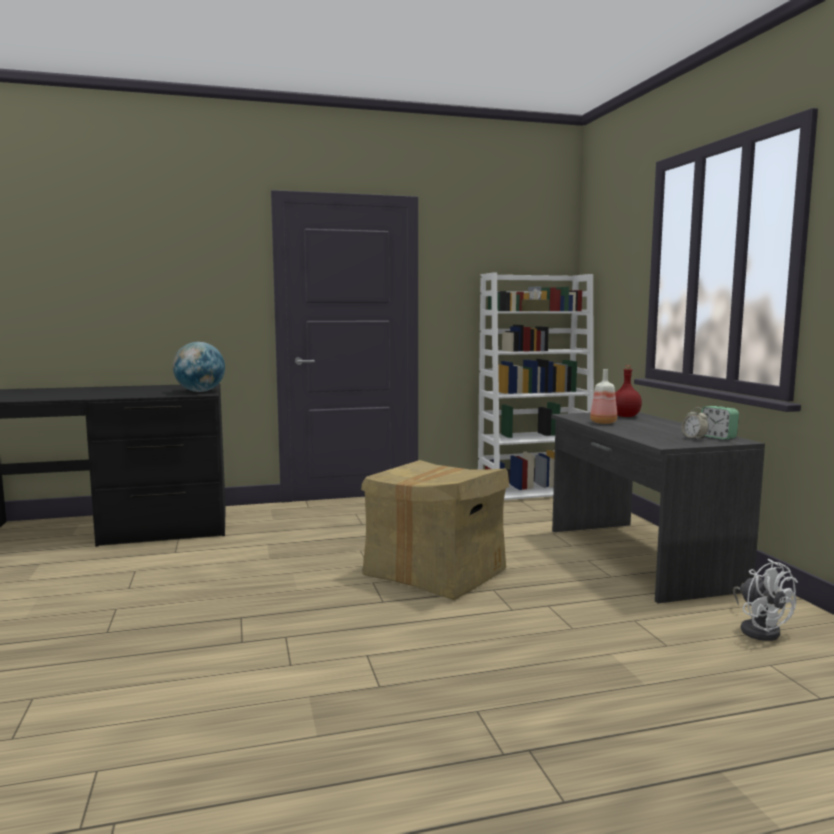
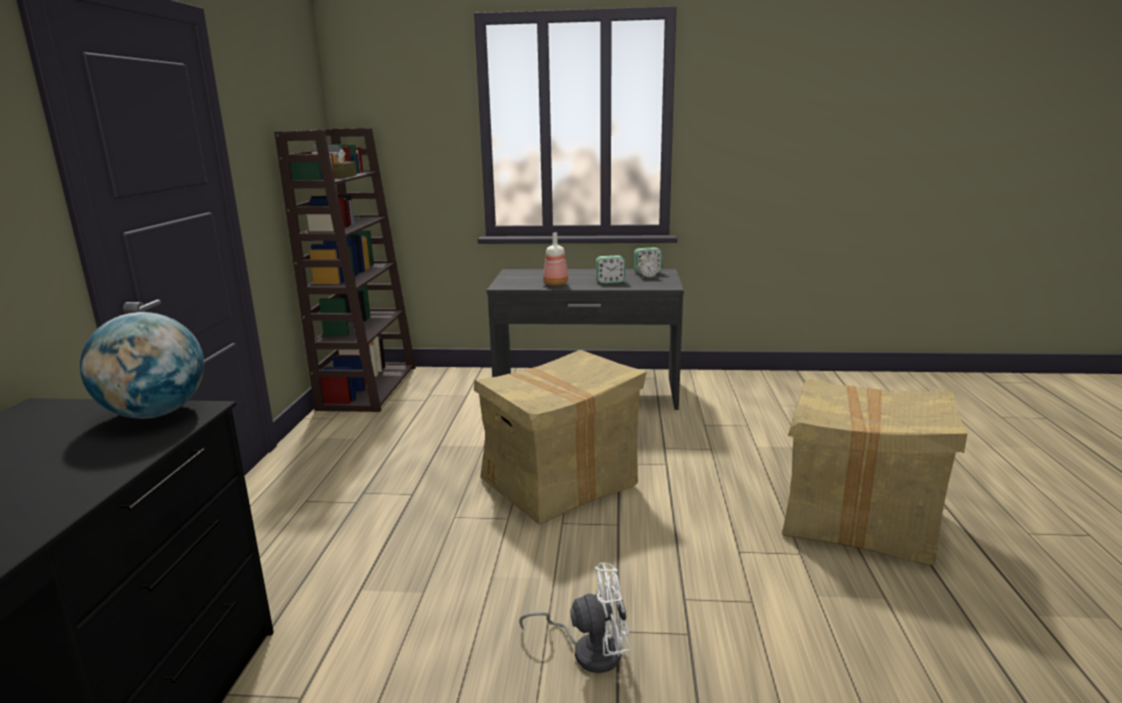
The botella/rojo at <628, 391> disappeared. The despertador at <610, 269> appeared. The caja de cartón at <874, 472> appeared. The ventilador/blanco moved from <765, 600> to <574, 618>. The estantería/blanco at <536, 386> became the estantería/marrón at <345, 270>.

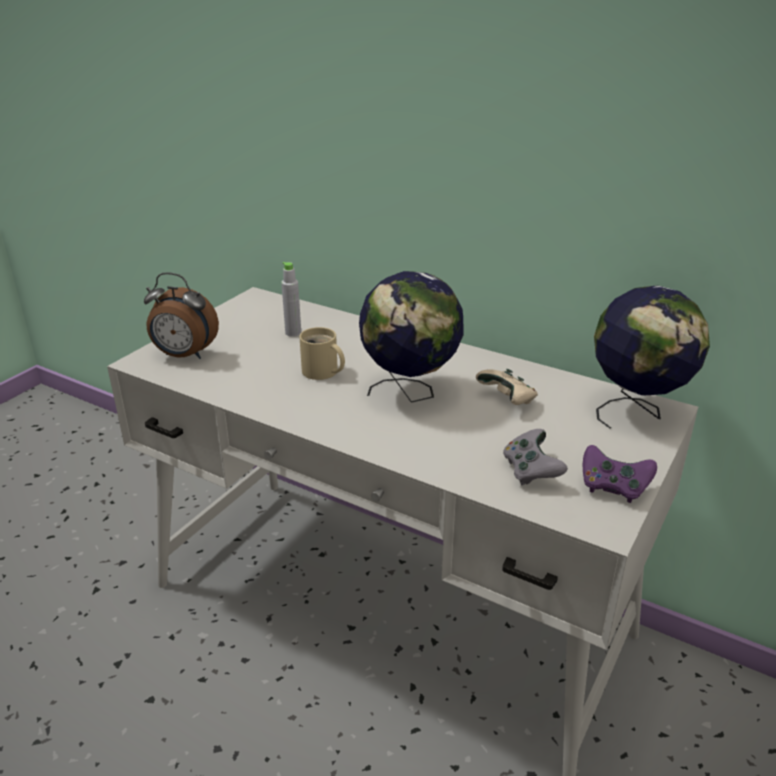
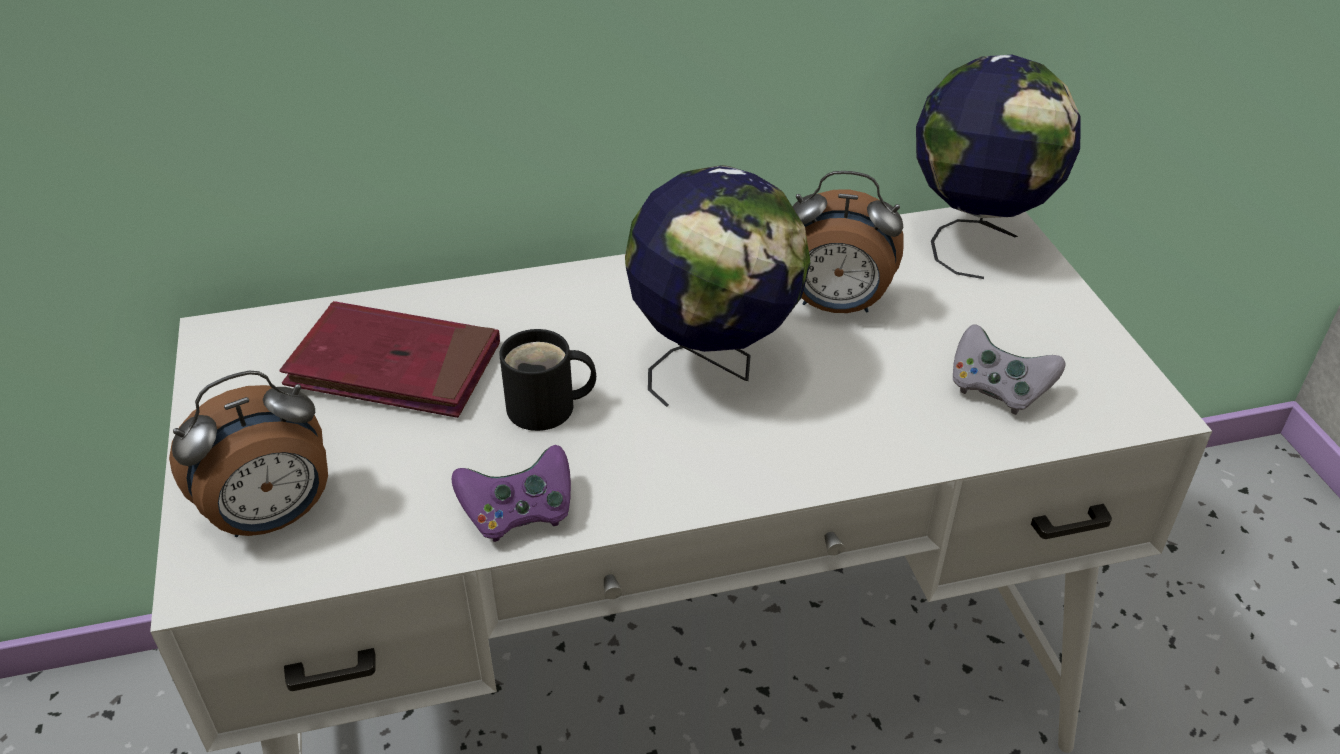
The mando de consola/morado moved from <620, 474> to <511, 493>. The botella/gris at <291, 299> was replaced by the libro/rojo at <390, 359>. The mando de consola/beis at <507, 387> was replaced by the despertador at <847, 242>. The taza grande/beis at <322, 353> became the taza grande/negro at <548, 380>.

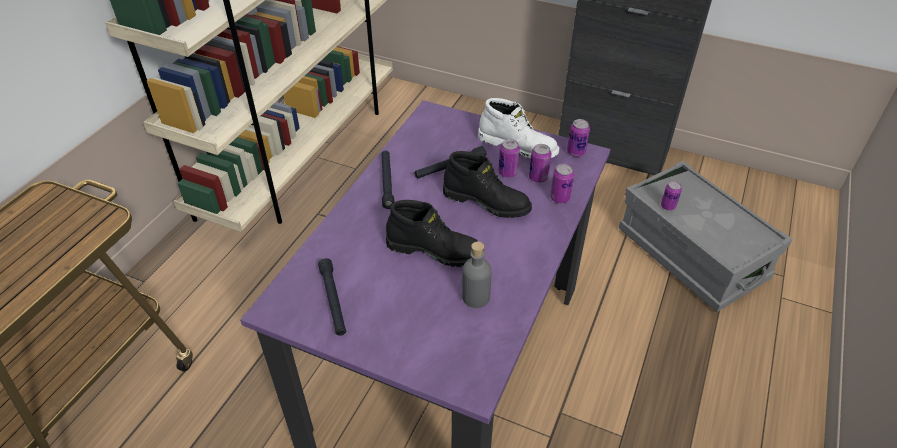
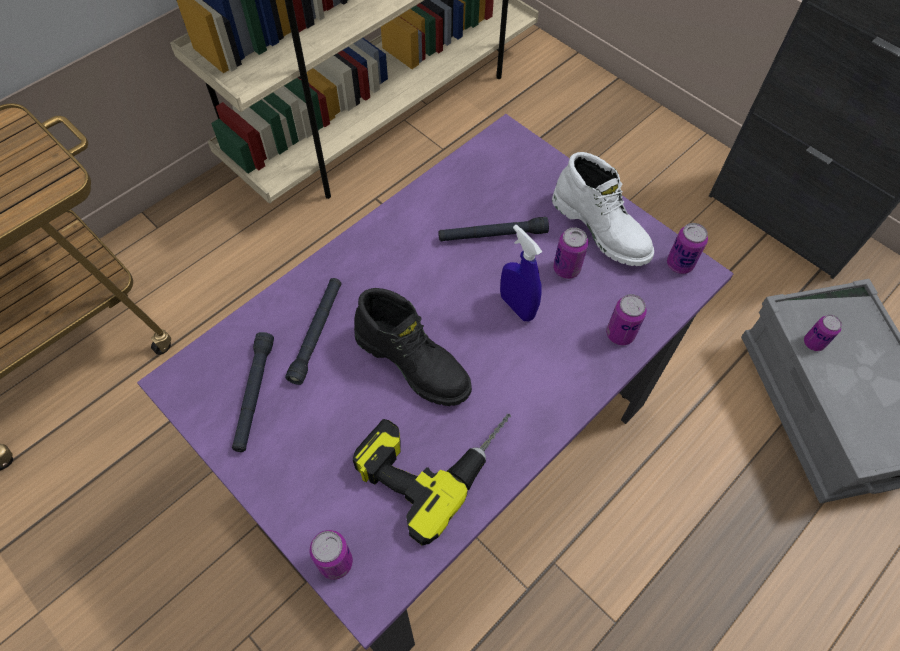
The linterna/negro moved from <388, 180> to <313, 331>. The lata moved from <540, 163> to <331, 555>. The bota/negro at <487, 184> was replaced by the pulverizador/azul at <521, 273>. The botella/gris at <477, 275> was replaced by the taladro at <431, 480>.

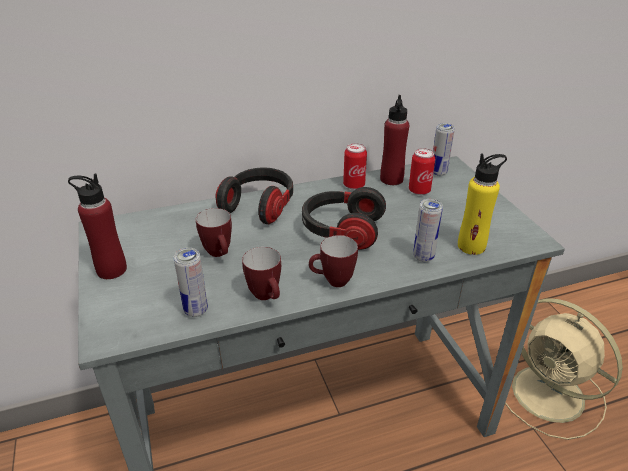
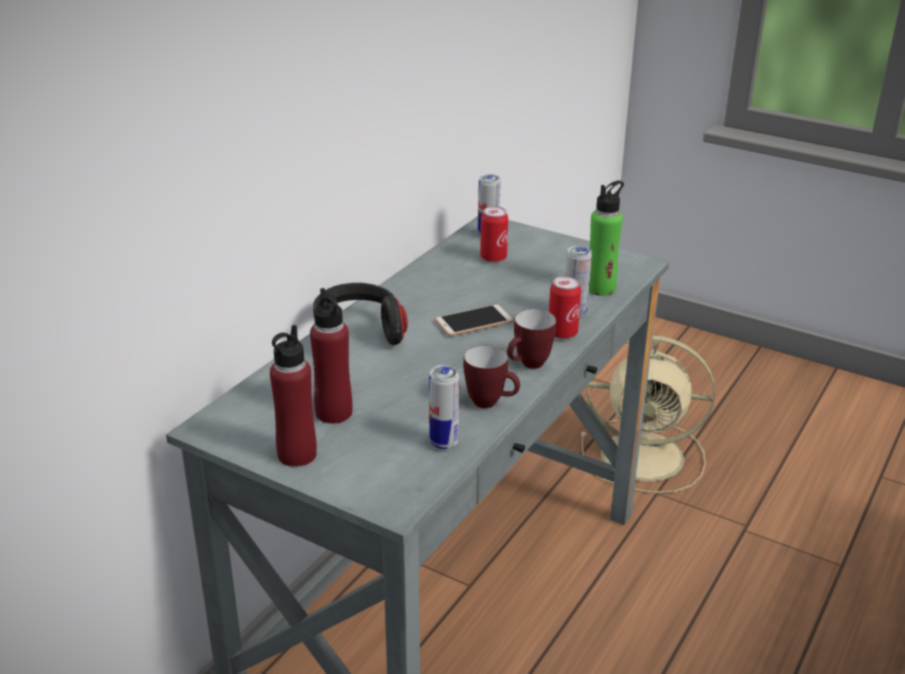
The taza grande at <214, 232> disappeared. The lata moved from <355, 166> to <565, 307>. The botella/rojo moved from <394, 140> to <331, 356>. The auriculares at <344, 218> was replaced by the móvil at <474, 320>. The botella/amarillo at <482, 204> became the botella/verde at <606, 238>.

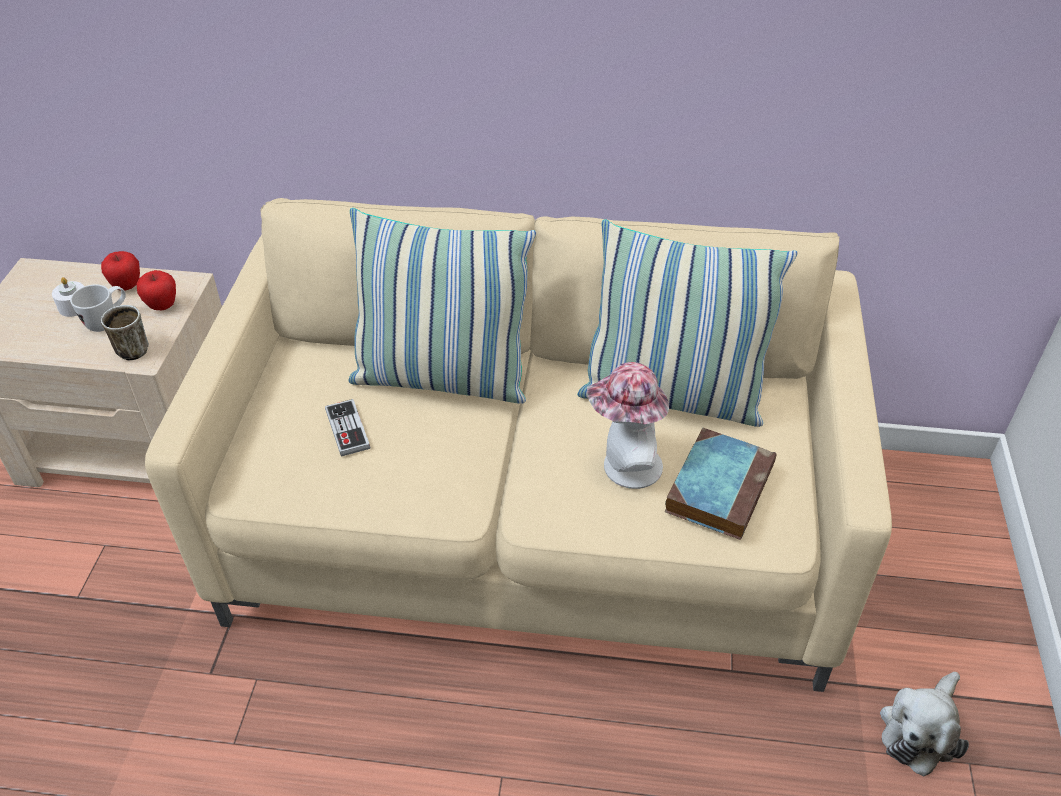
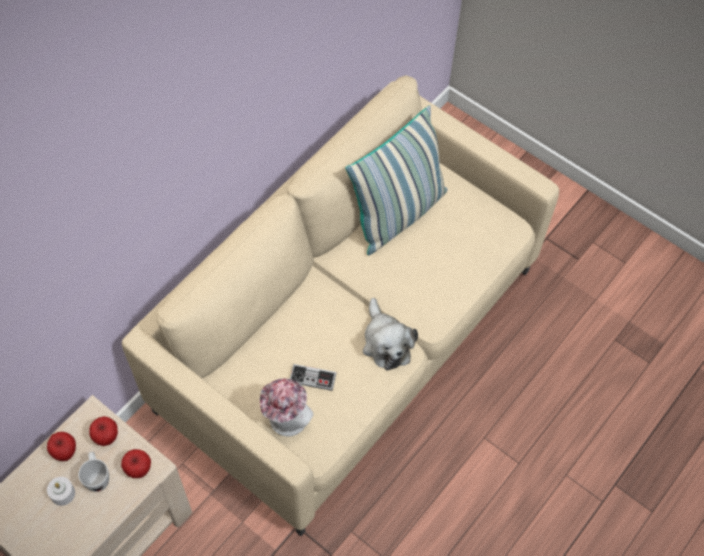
The cojín at <442, 306> disappeared. The libro at <721, 484> disappeared. The sombrero moved from <628, 425> to <287, 407>. The peluche moved from <924, 724> to <390, 334>. The taza grande at <125, 333> was replaced by the manzana at <136, 463>.

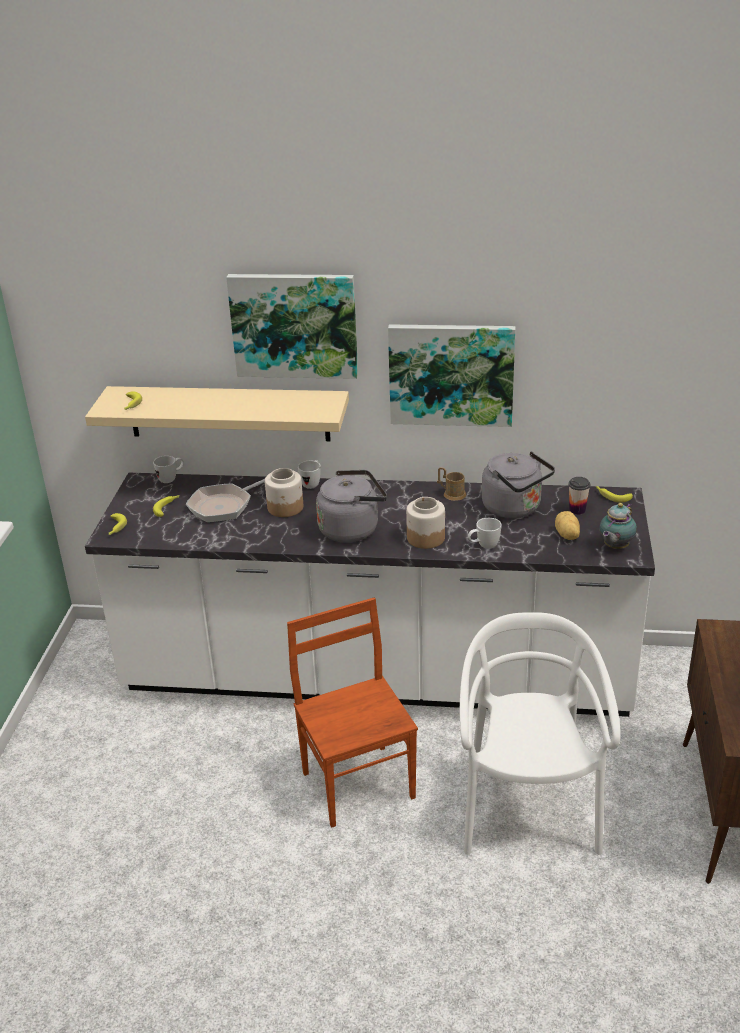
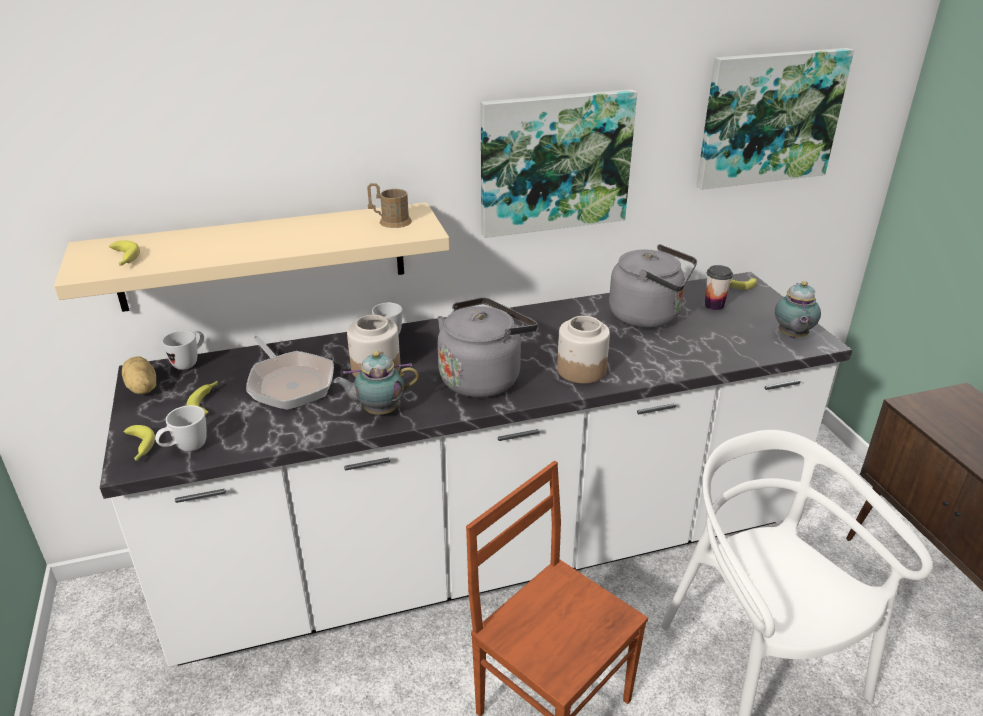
The tetera at <376, 383> appeared. The cuadro moved from <292, 326> to <775, 119>. The taza grande/marrón moved from <451, 484> to <389, 205>. The taza grande/blanco moved from <485, 533> to <181, 428>. The patata moved from <567, 525> to <139, 375>. The sartén at <225, 501> turned 60 degrees counterclockwise.

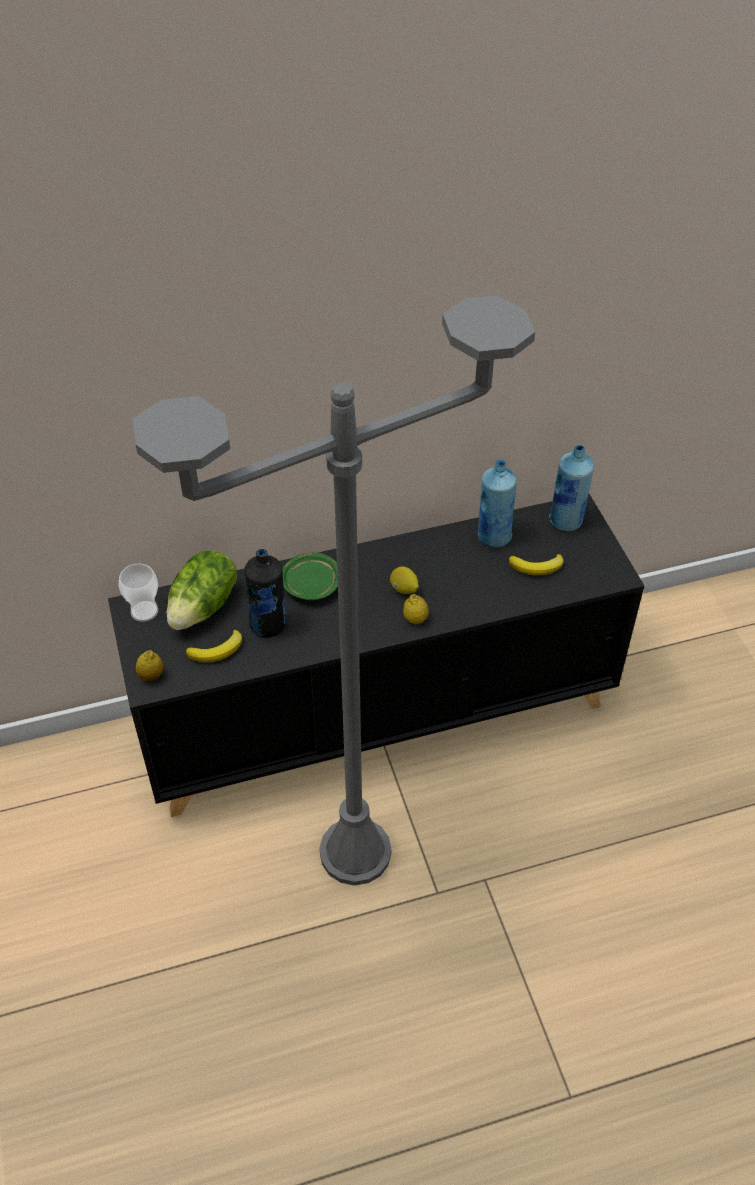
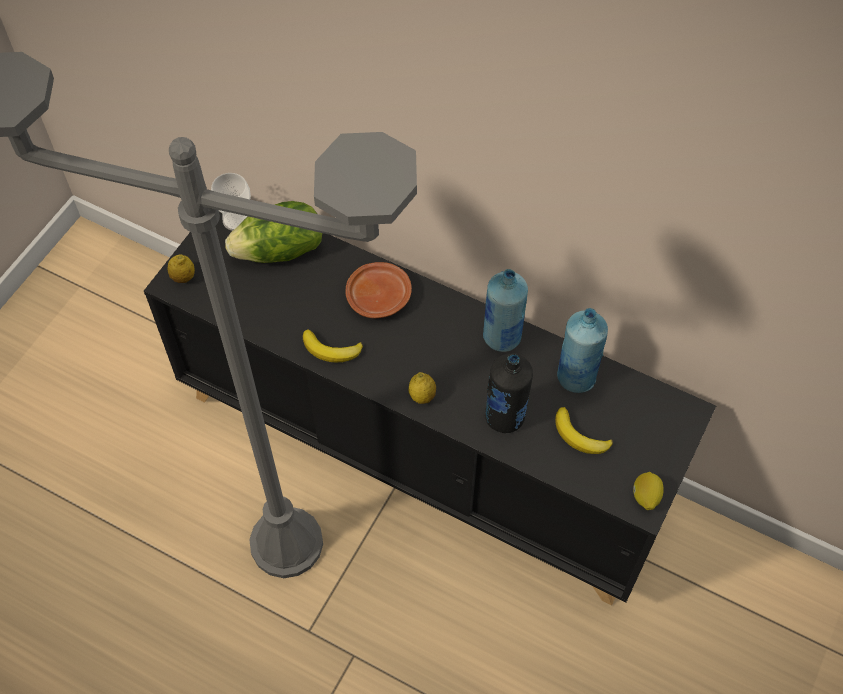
The plátano moved from <214, 646> to <333, 345>. The botella/negro moved from <265, 593> to <509, 393>. The limón moved from <404, 580> to <648, 491>. The botella/azul moved from <571, 488> to <505, 310>. The plato/verde at <310, 576> became the plato/marrón at <378, 290>.

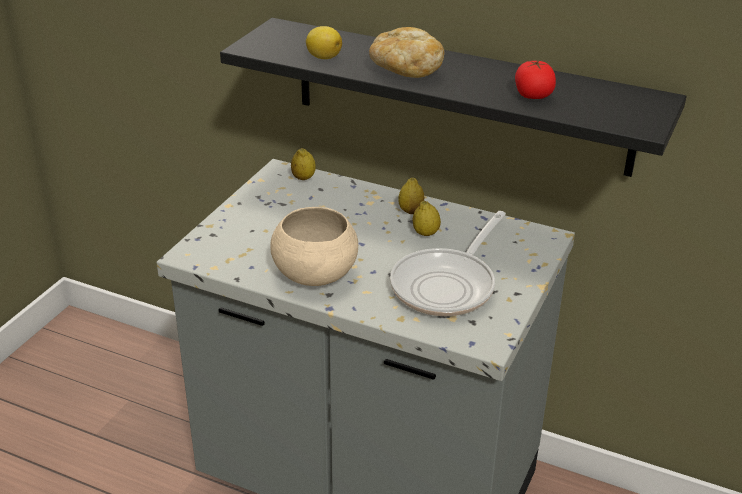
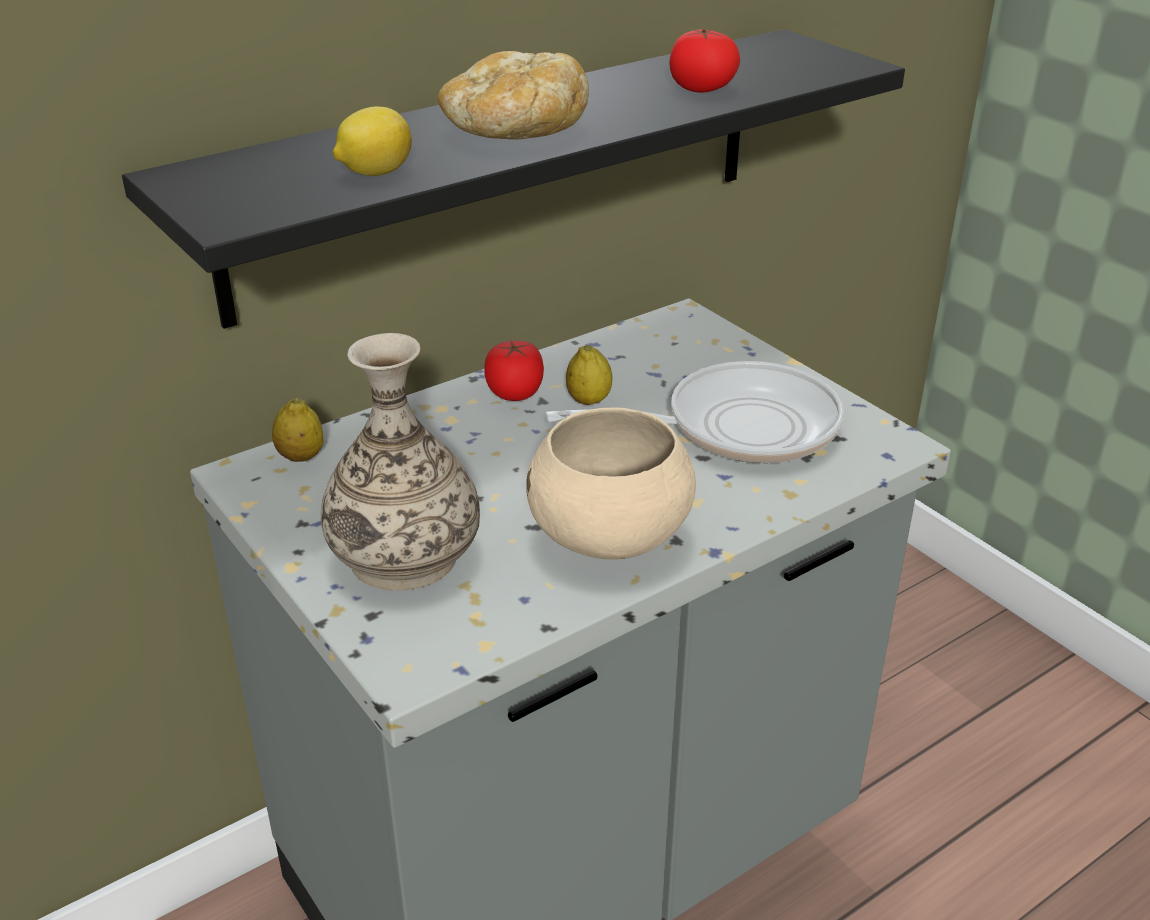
The florero at <400, 462> appeared. The limón at <411, 196> was replaced by the tomate at <514, 370>. The sartén at <448, 263> turned 75 degrees counterclockwise.

